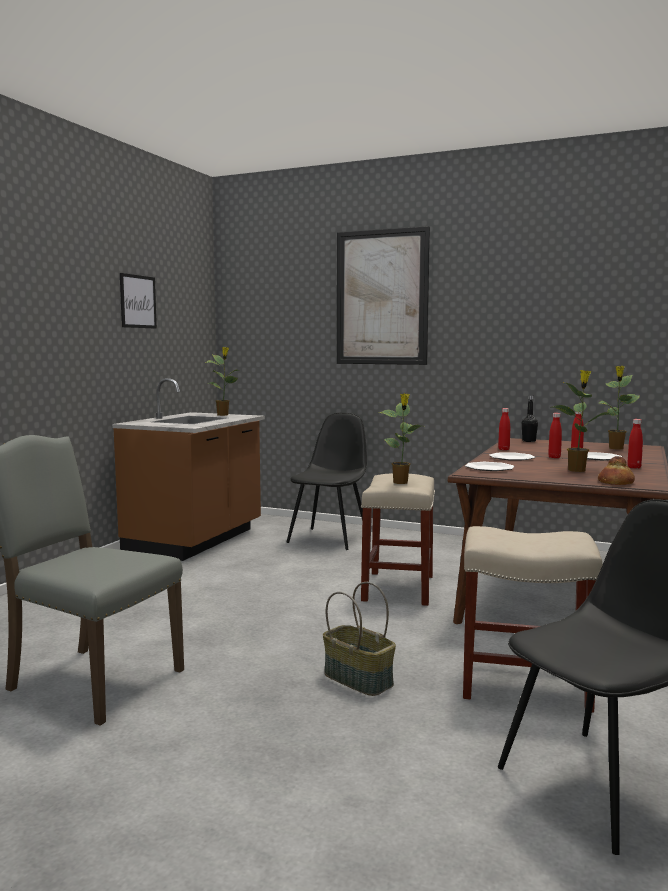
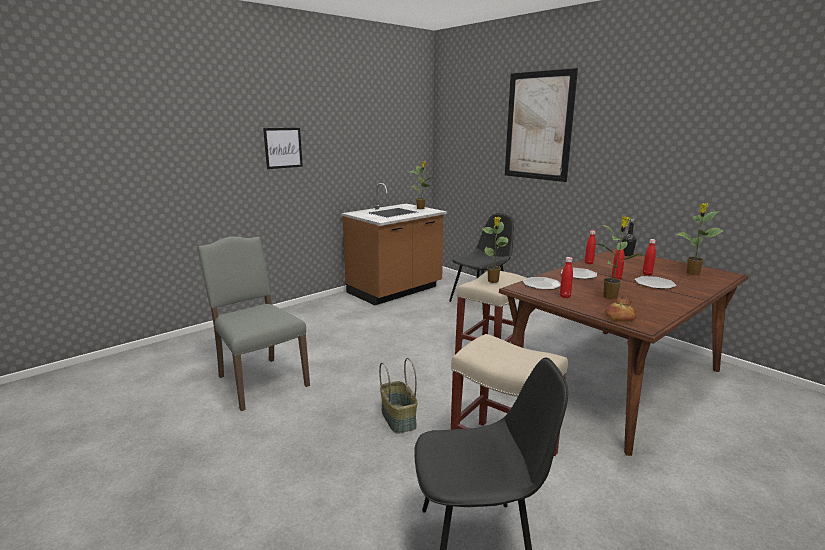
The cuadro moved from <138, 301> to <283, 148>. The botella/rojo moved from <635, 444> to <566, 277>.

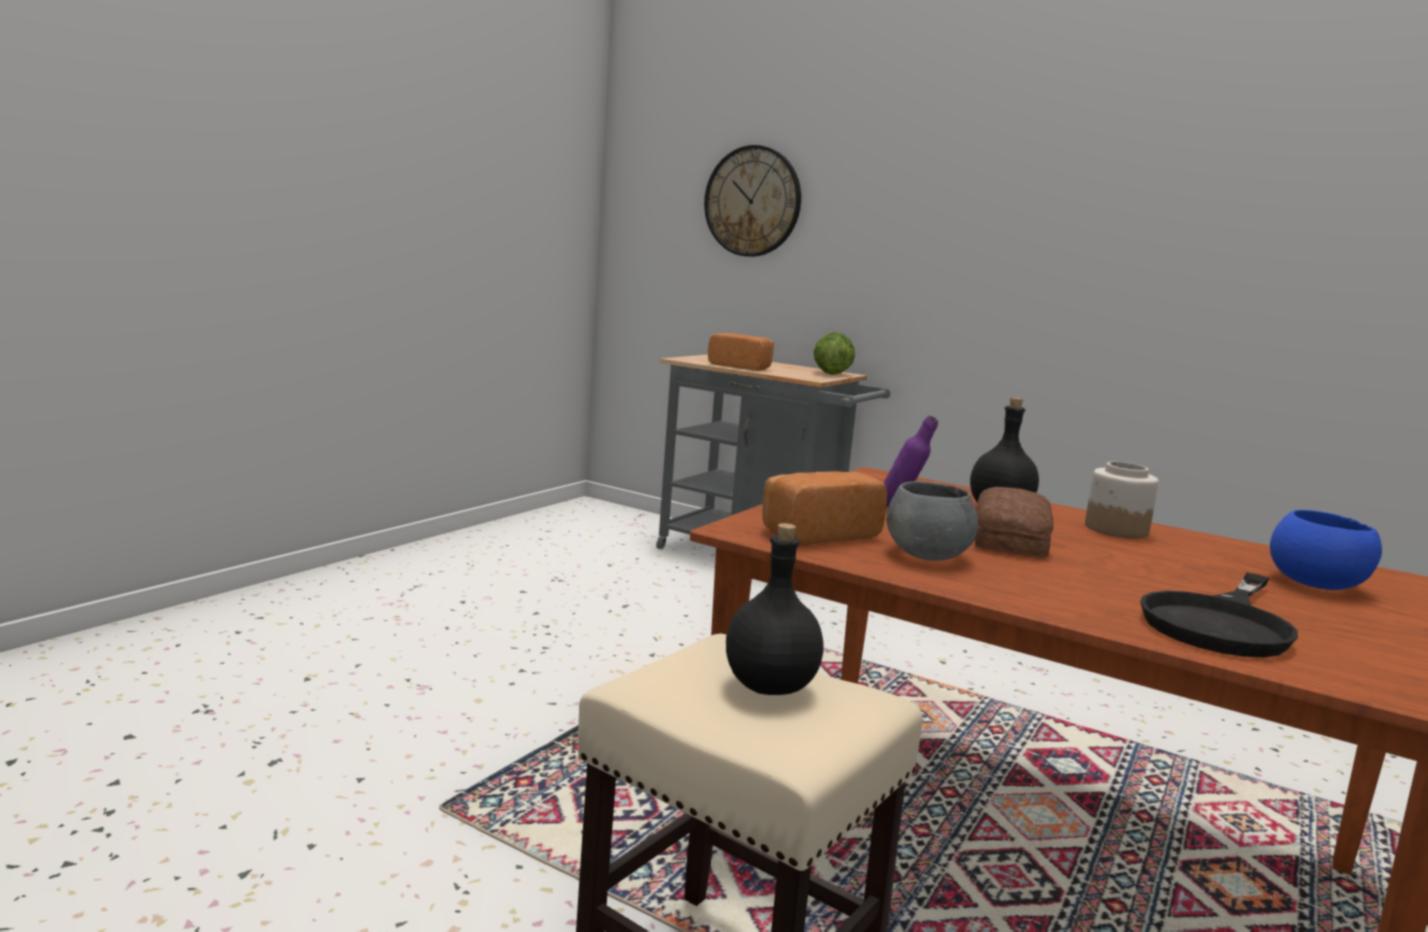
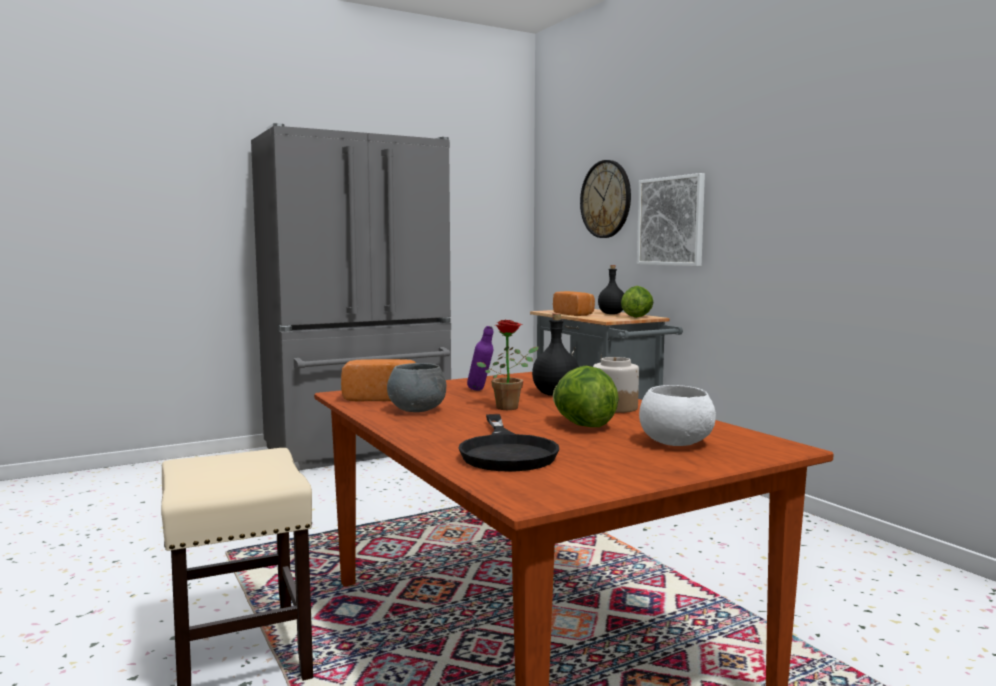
The nevera/gris at <351, 297> appeared. The lechuga at <586, 396> appeared. The cuadro at <671, 219> appeared. The botella/negro moved from <774, 609> to <611, 289>. The pan at <1014, 522> was replaced by the planta en maceta at <508, 364>. The cuenco/azul at <1326, 550> became the cuenco/blanco at <677, 415>. The sartén/negro at <1219, 614> turned 75 degrees counterclockwise.

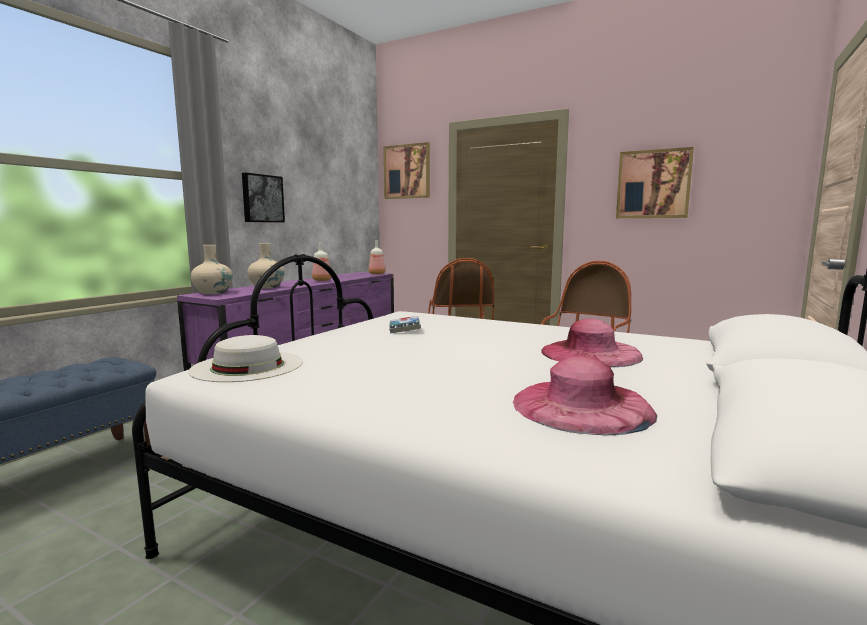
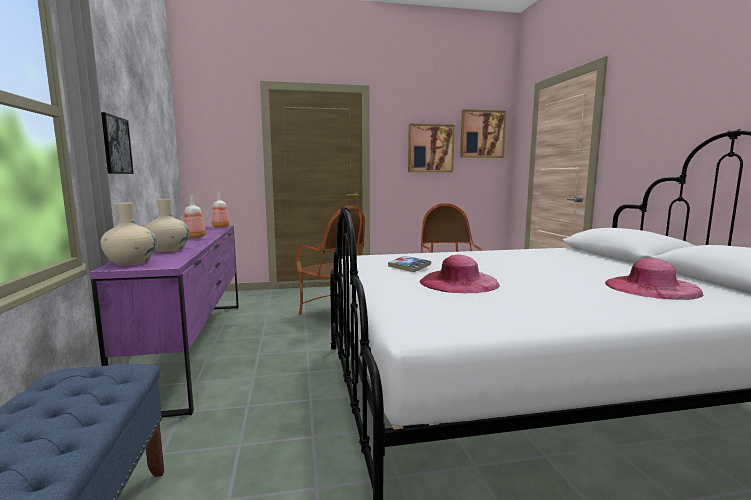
The sombrero/blanco at <245, 358> disappeared. The cuadro moved from <407, 170> to <483, 133>. The sombrero/rosa moved from <592, 343> to <460, 274>.

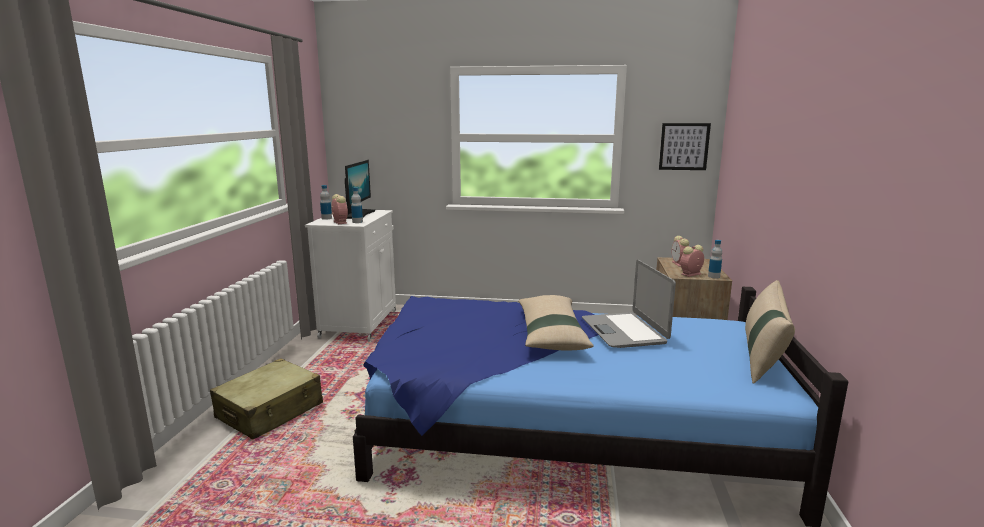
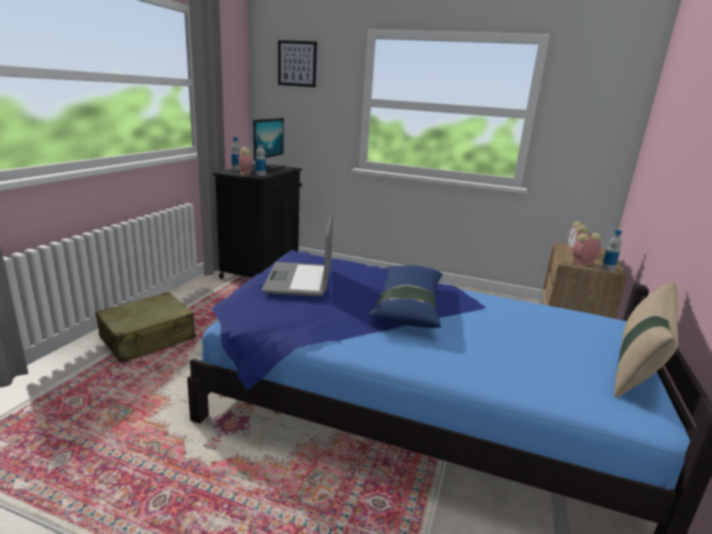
The portátil moved from <629, 304> to <297, 255>. The cuadro moved from <685, 146> to <297, 63>. The armario/blanco at <350, 275> became the armario/negro at <257, 221>. The cojín/beis at <556, 322> became the cojín/azul at <405, 296>.

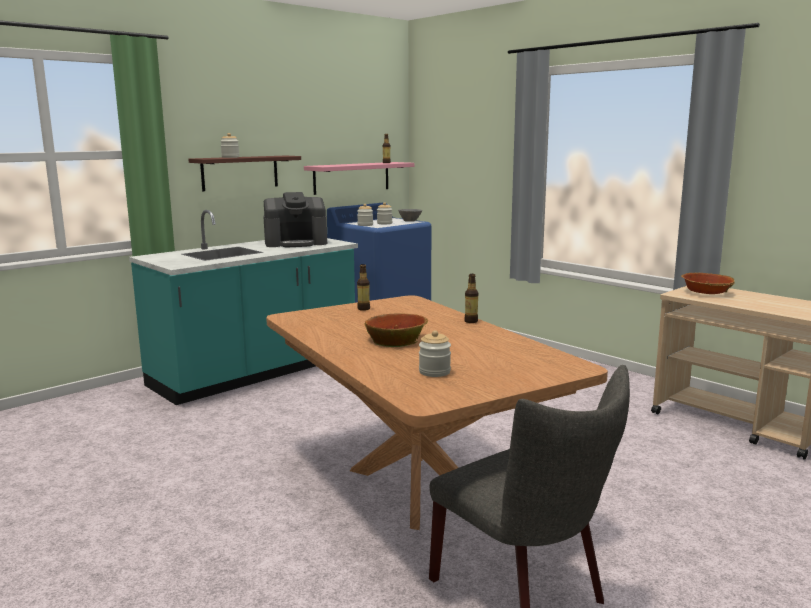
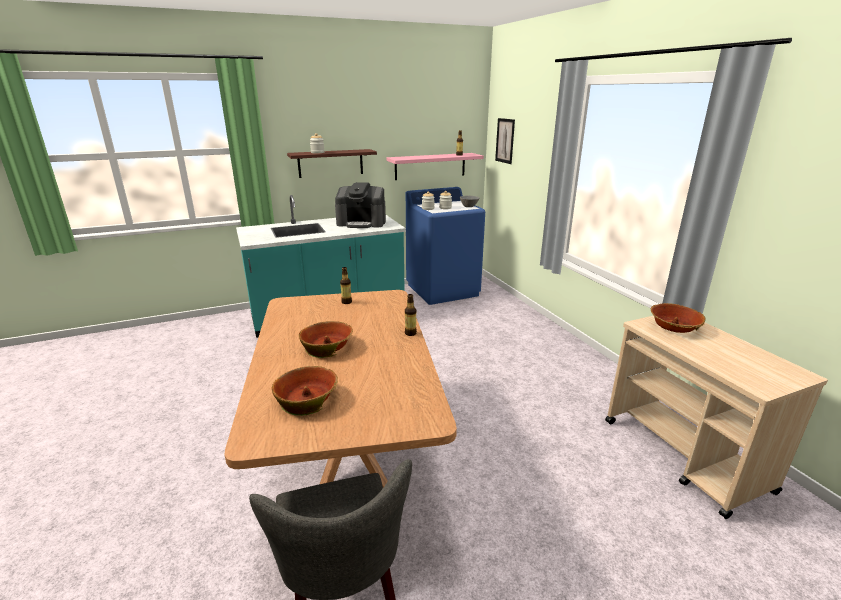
The cuadro at <505, 141> appeared. The tarro at <435, 353> was replaced by the cuenco at <304, 391>.

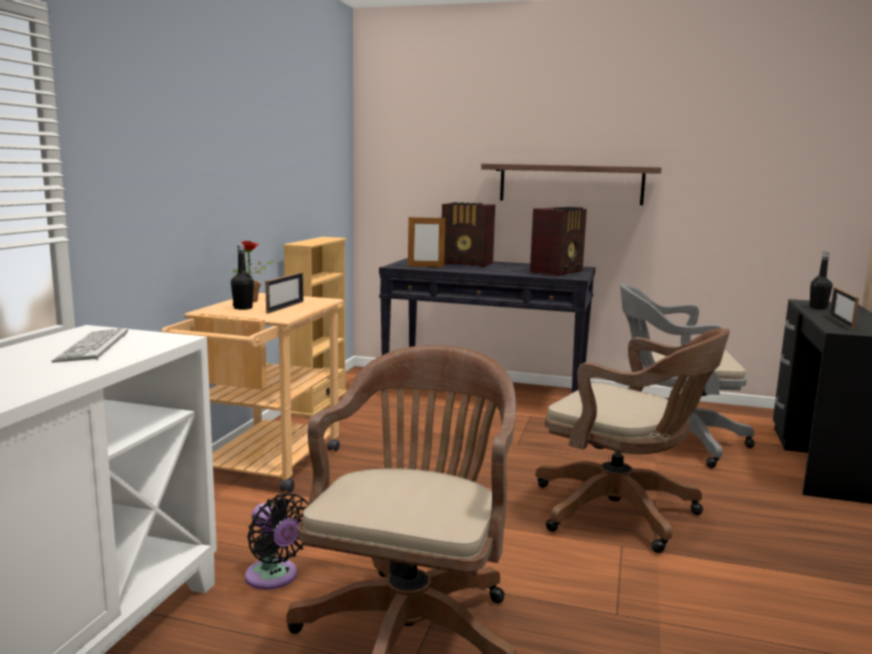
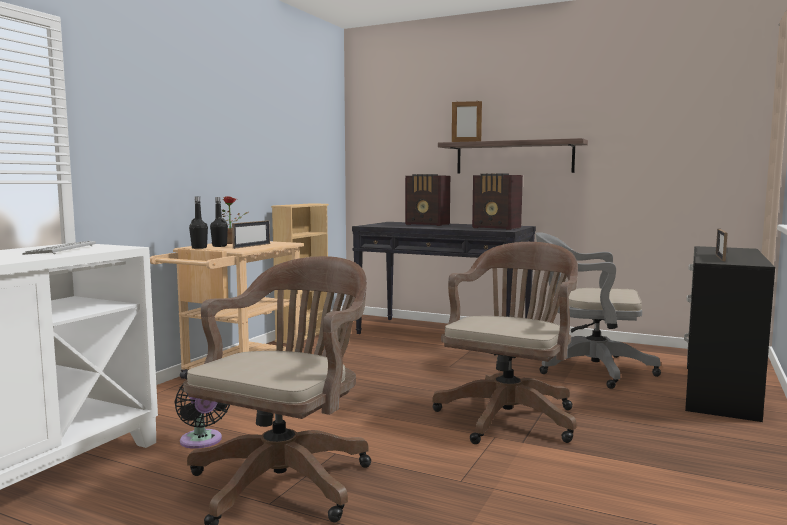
The portarretratos moved from <426, 241> to <467, 121>. The botella/negro moved from <821, 280> to <198, 223>. The radio at <558, 241> turned 75 degrees clockwise. The silla de oficina/marrón at <632, 441> turned 105 degrees counterclockwise.

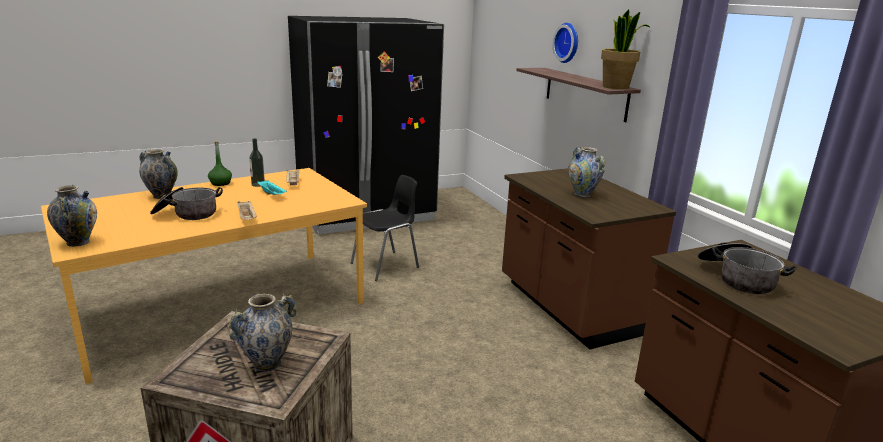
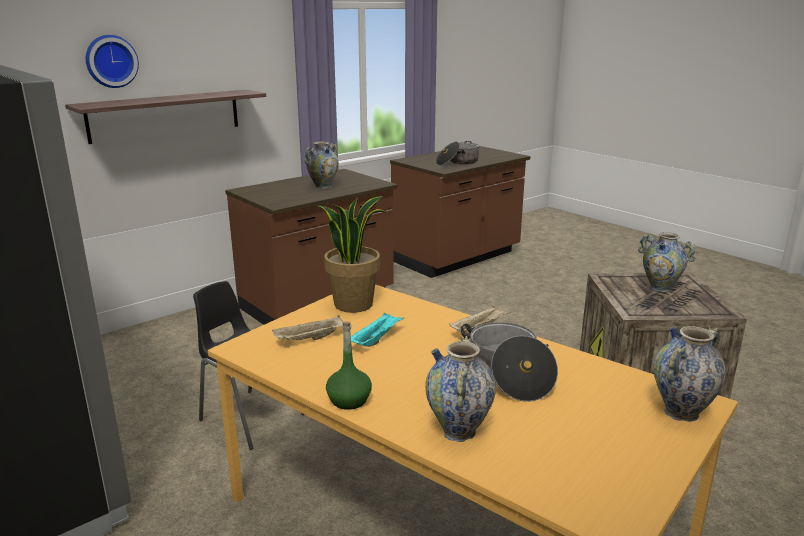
The botella at <257, 162> disappeared. The planta en maceta moved from <625, 49> to <351, 254>.

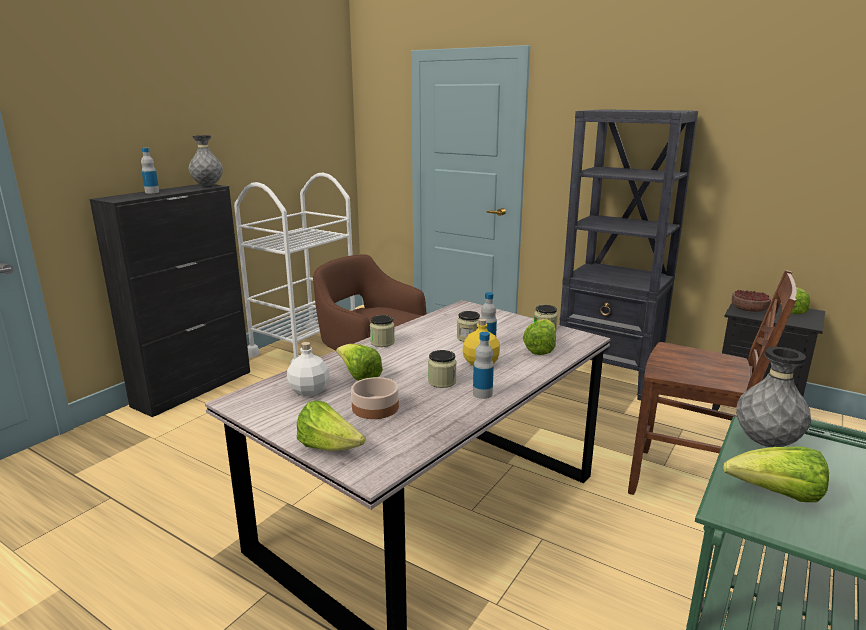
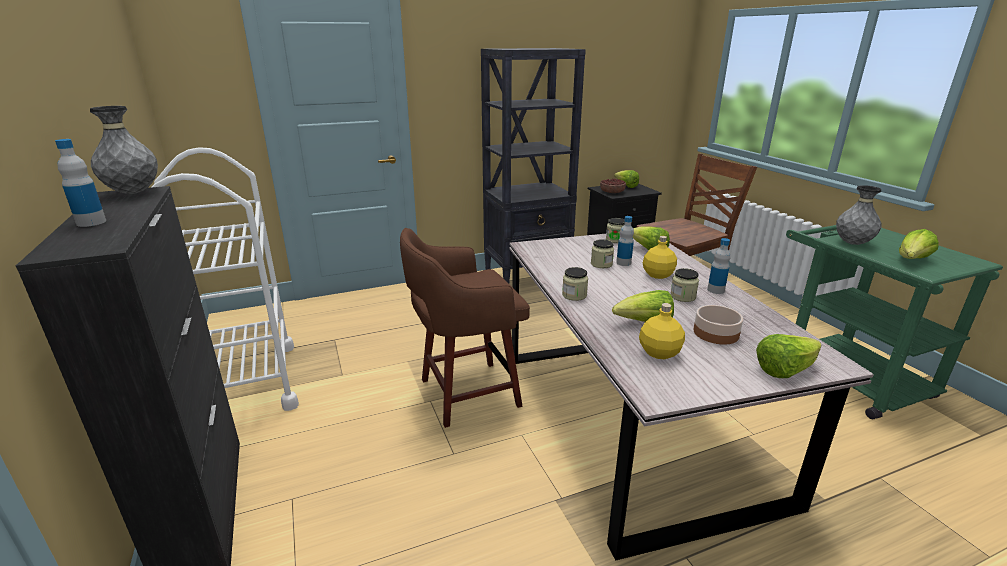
The botella/blanco at <308, 369> became the botella/amarillo at <662, 331>.

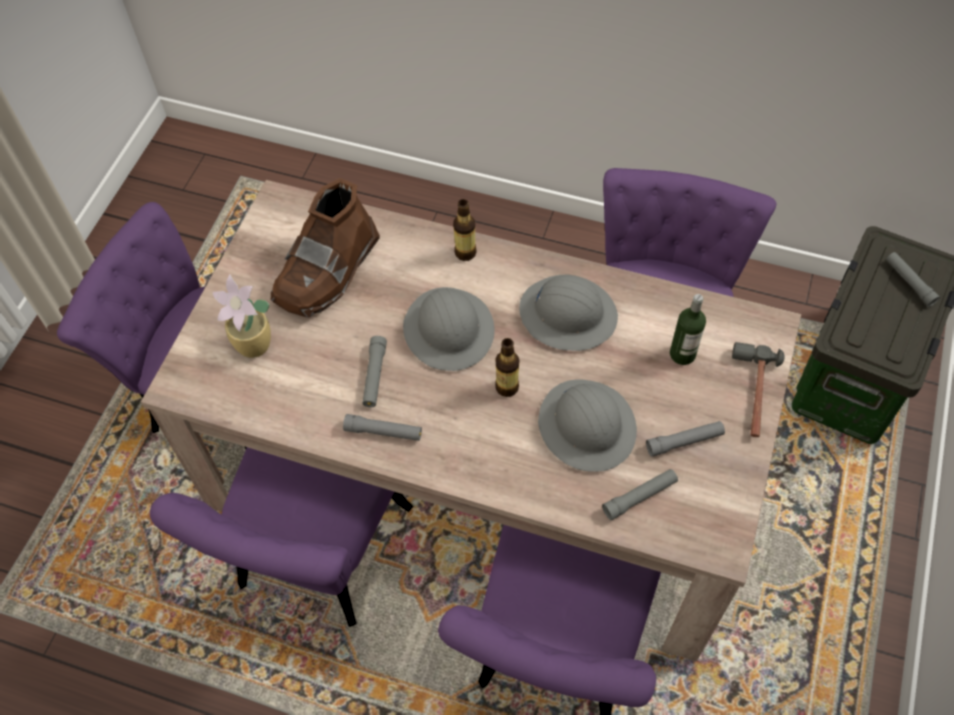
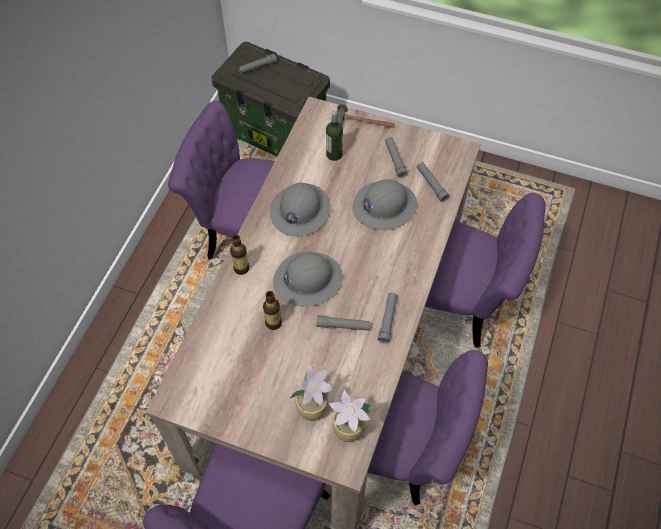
The bota/marrón at <325, 248> disappeared. The planta en maceta at <351, 416> appeared. The botella moved from <507, 367> to <272, 310>.

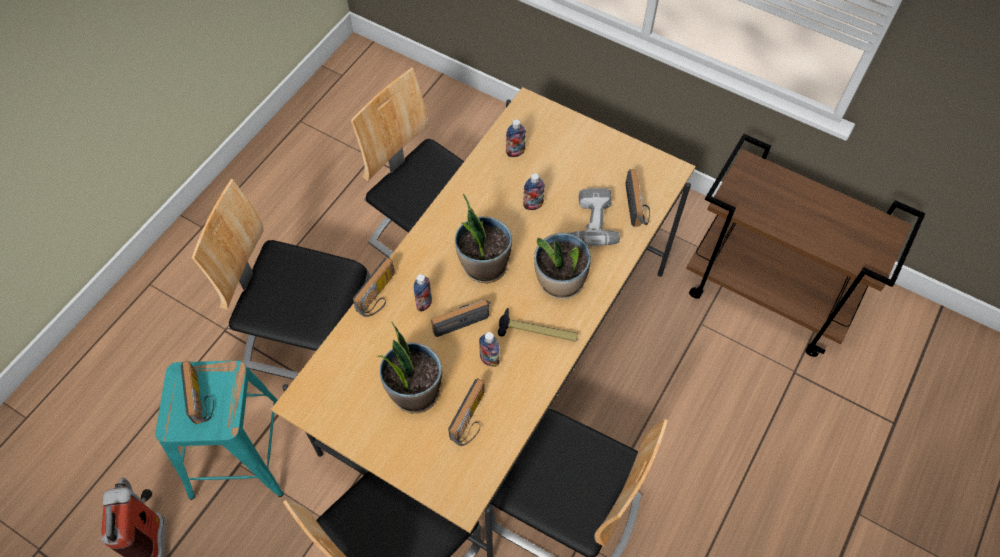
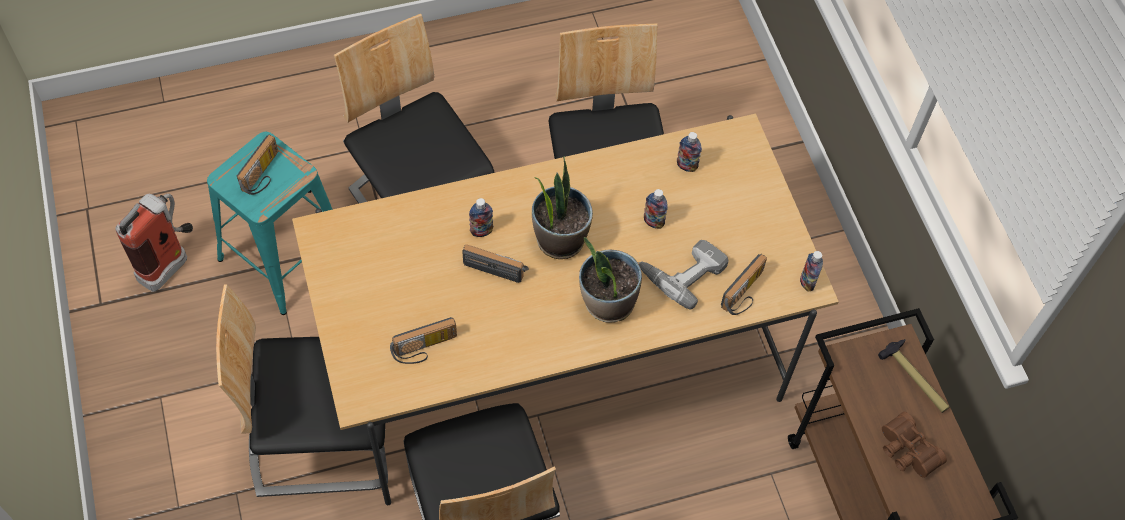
The radio at <374, 287> disappeared. The planta en maceta at <409, 367> disappeared. The prismáticos/marrón at <914, 445> appeared. The botella moved from <489, 349> to <811, 271>. The martillo moved from <538, 325> to <913, 376>.

